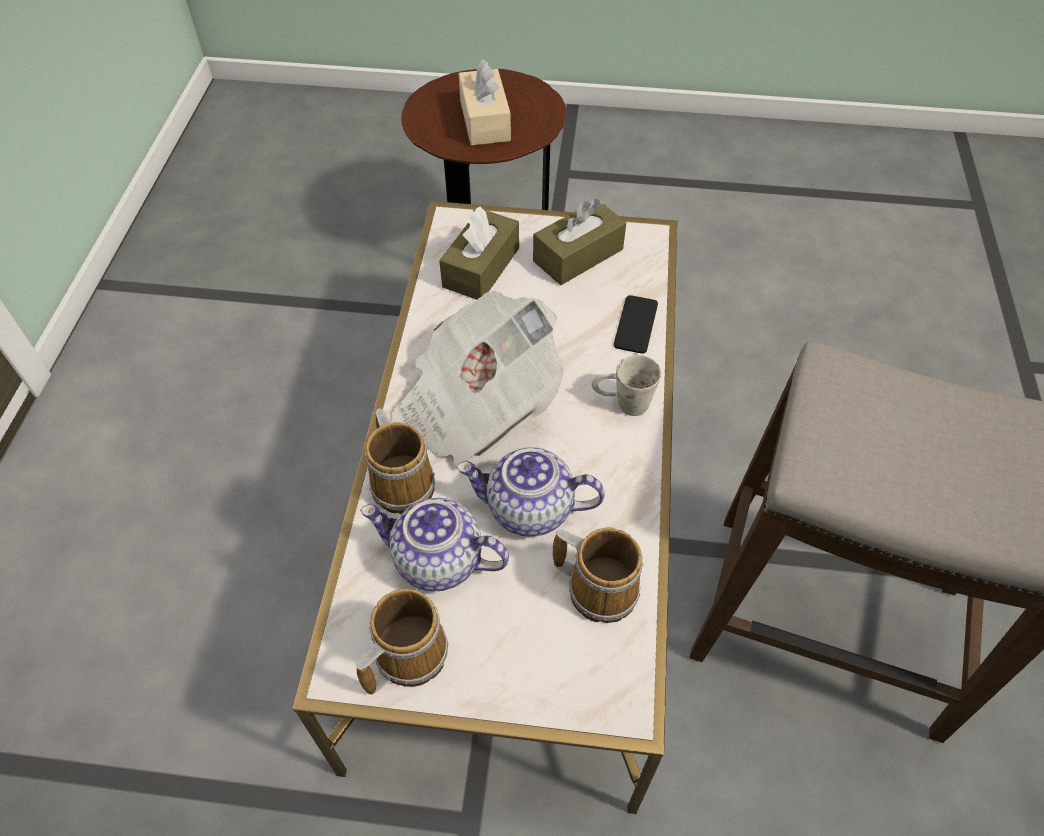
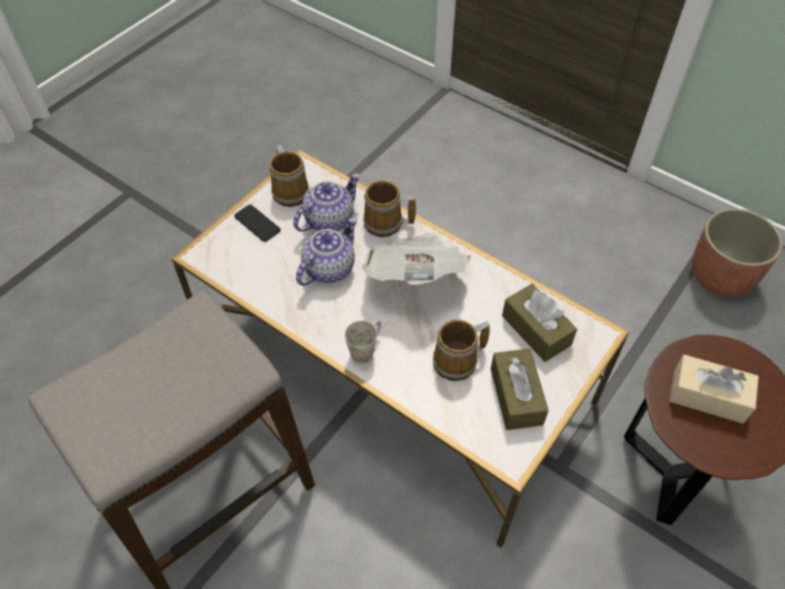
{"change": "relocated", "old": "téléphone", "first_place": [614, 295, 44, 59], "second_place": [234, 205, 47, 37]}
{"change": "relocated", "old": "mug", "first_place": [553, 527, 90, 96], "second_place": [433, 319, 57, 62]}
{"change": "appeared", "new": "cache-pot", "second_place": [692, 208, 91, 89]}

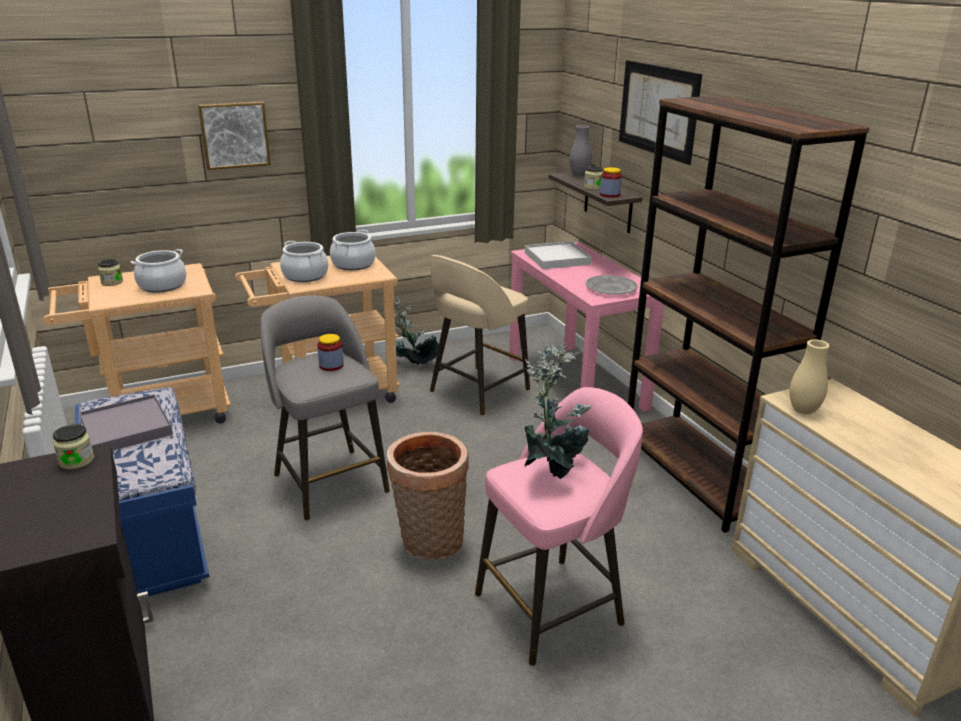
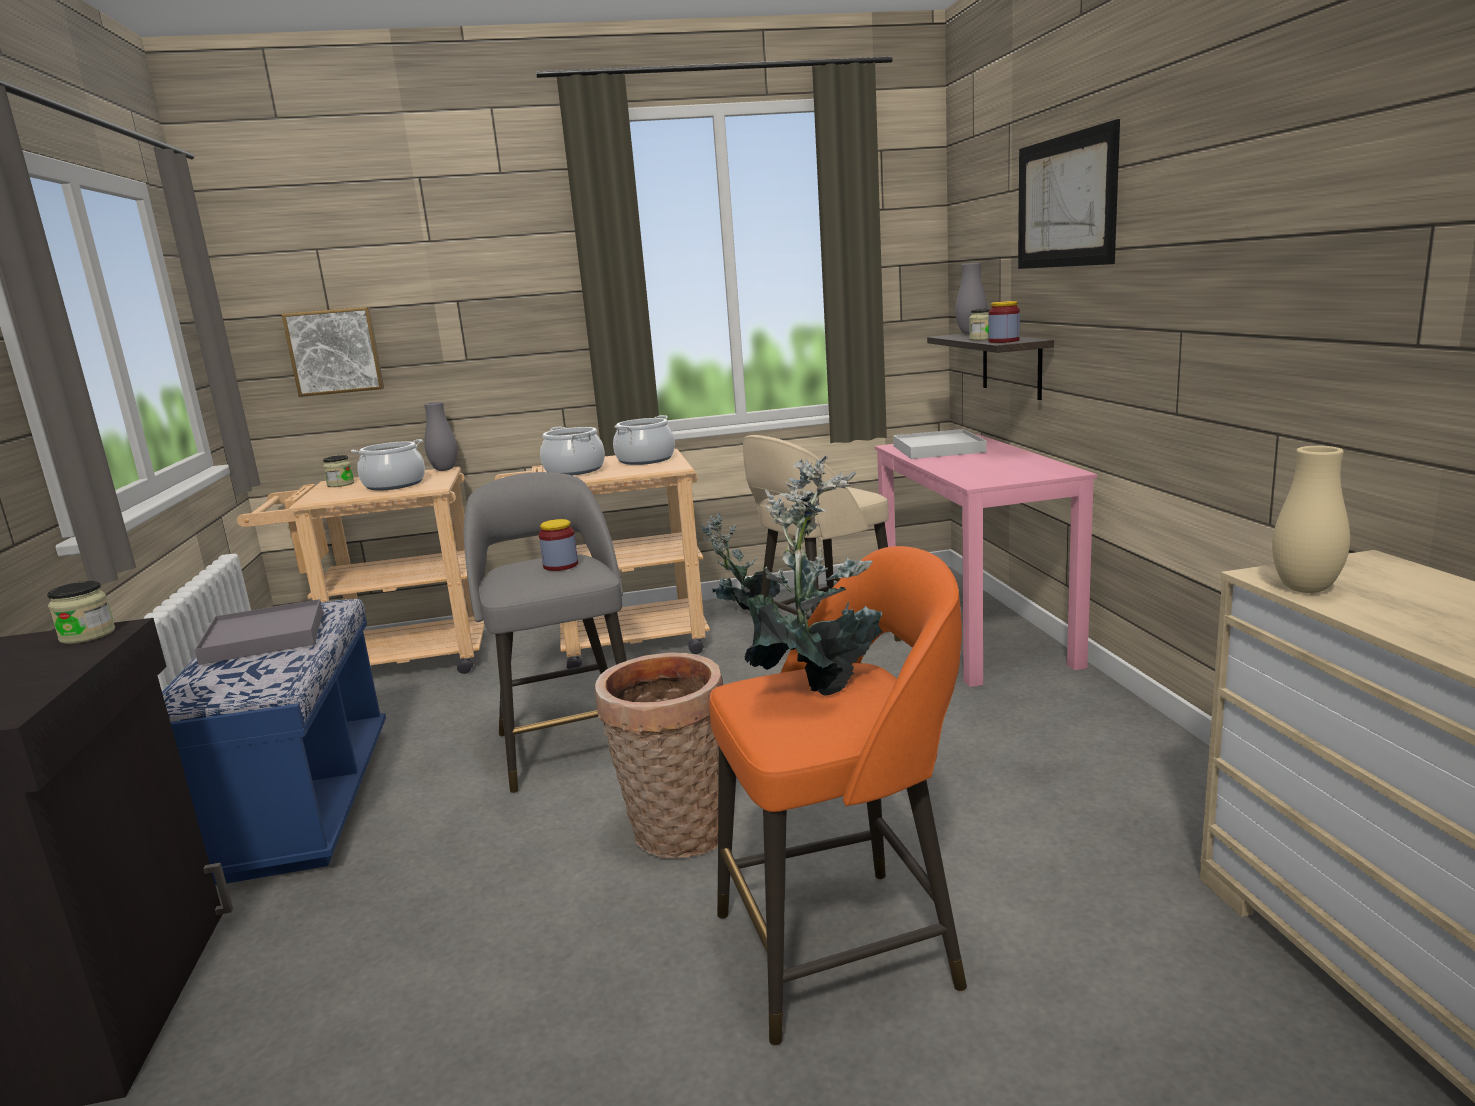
{"change": "missing", "old": "bibliothèque (marron)", "first_place": [628, 95, 242, 438]}
{"change": "relocated", "old": "tableau", "first_place": [198, 101, 73, 69], "second_place": [281, 307, 103, 90]}
{"change": "missing", "old": "assiette (gris)", "first_place": [586, 275, 51, 20]}
{"change": "colour", "old": "tabouret (rose)", "new": "tabouret (orange)", "first_place": [475, 387, 168, 279], "second_place": [709, 546, 258, 499]}
{"change": "appeared", "new": "vase (gris)", "second_place": [424, 402, 34, 69]}

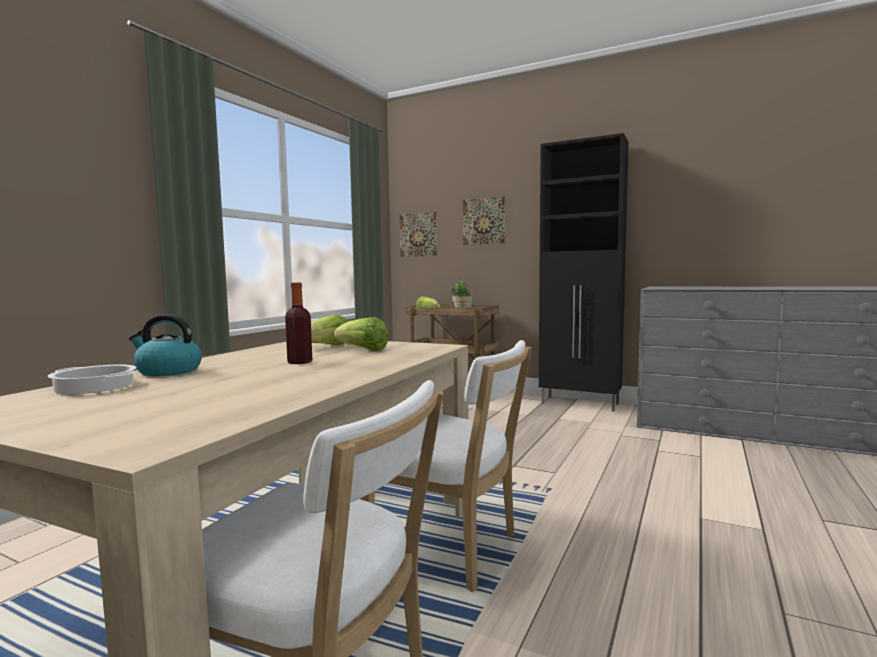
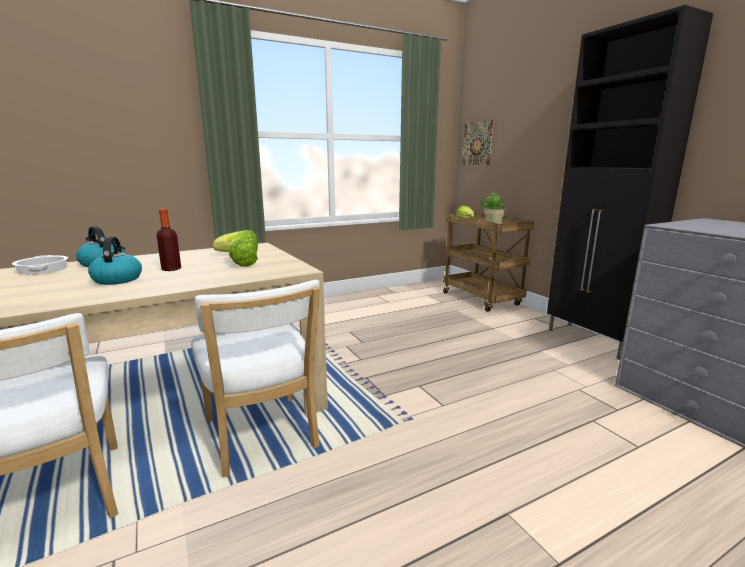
{"change": "missing", "old": "tableau", "first_place": [463, 197, 42, 48]}
{"change": "appeared", "new": "bouilloire", "second_place": [88, 236, 54, 49]}

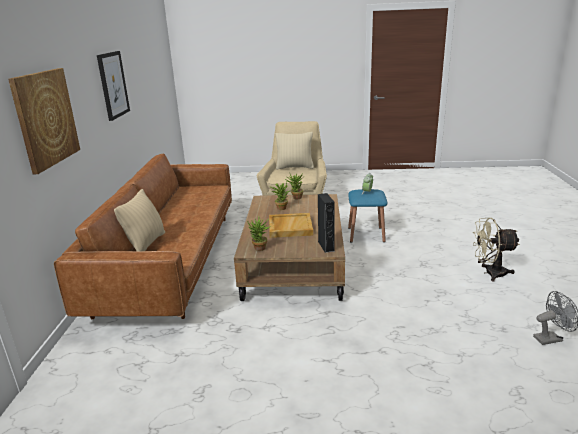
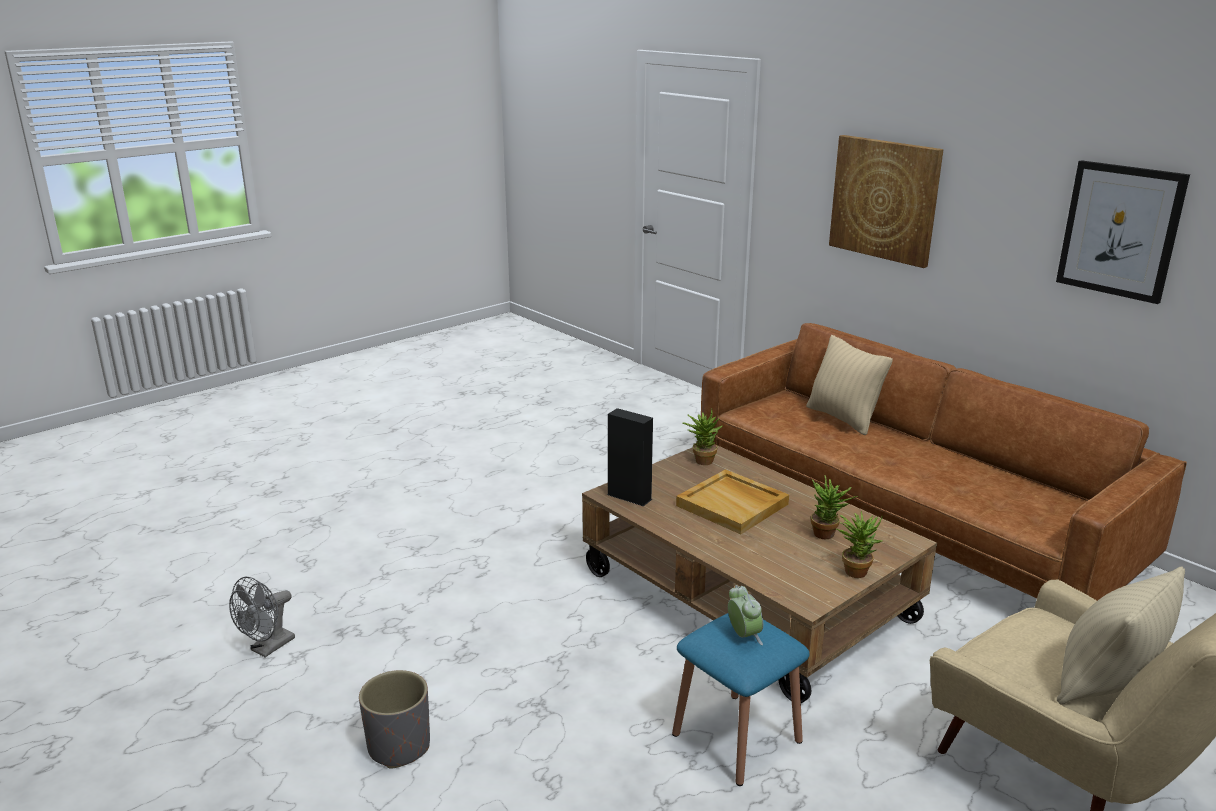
{"change": "exchanged", "old": "ventilateur (beige)", "new": "cache-pot (gris)", "first_place": [473, 218, 47, 64], "second_place": [359, 670, 71, 99]}

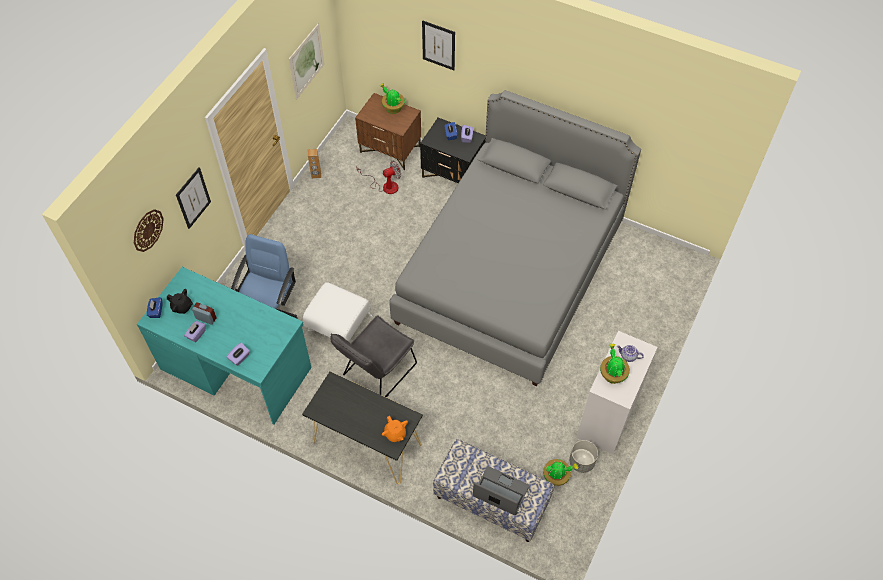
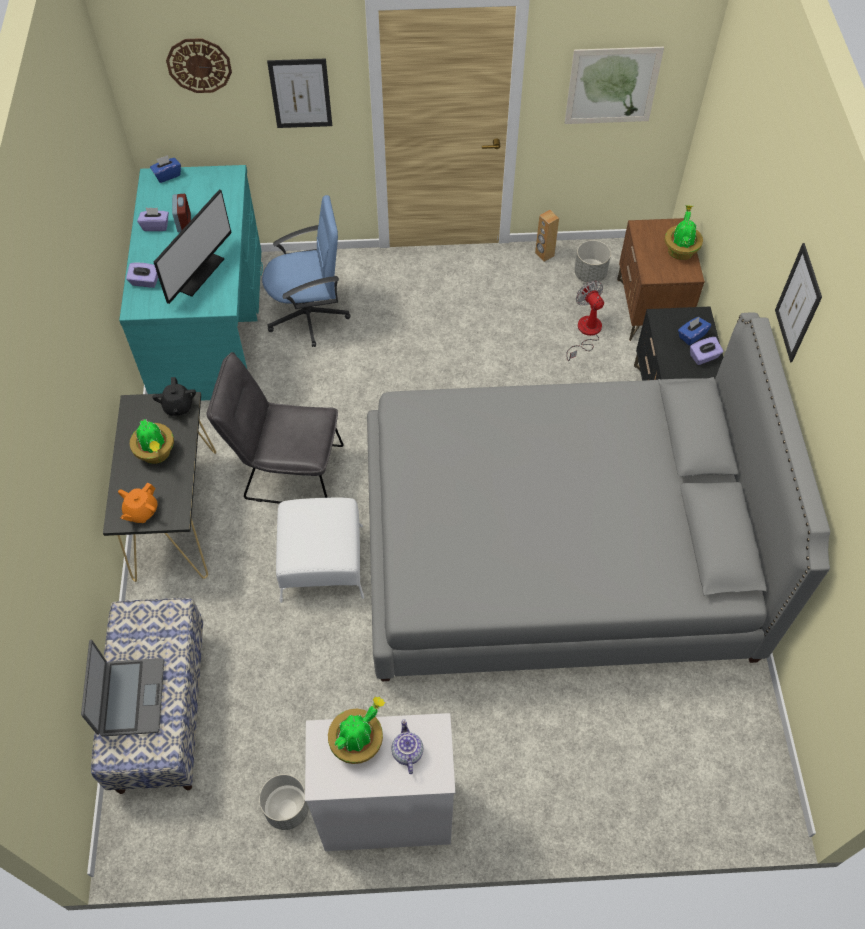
{"change": "relocated", "old": "tableau", "first_place": [422, 20, 33, 50], "second_place": [775, 243, 47, 119]}
{"change": "spun", "old": "ventilateur", "first_place": [356, 161, 45, 33], "second_place": [566, 281, 38, 80], "degrees": -150}
{"change": "relocated", "old": "pouf (blanc)", "first_place": [303, 282, 70, 60], "second_place": [276, 497, 88, 106]}
{"change": "relocated", "old": "théière (noir)", "first_place": [167, 289, 26, 25], "second_place": [152, 377, 44, 39]}
{"change": "relocated", "old": "plante en pot", "first_place": [543, 459, 35, 27], "second_place": [130, 419, 44, 45]}
{"change": "appeared", "new": "écran d'ordinateur", "second_place": [154, 189, 78, 115]}
{"change": "appeared", "new": "cache-pot (gris)", "second_place": [574, 240, 37, 43]}

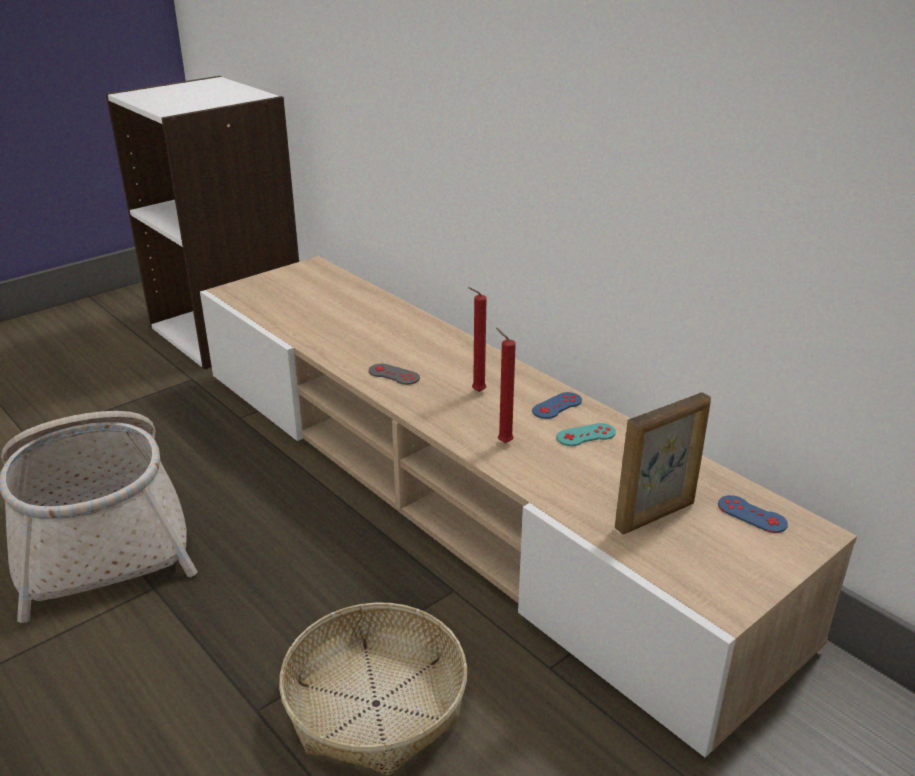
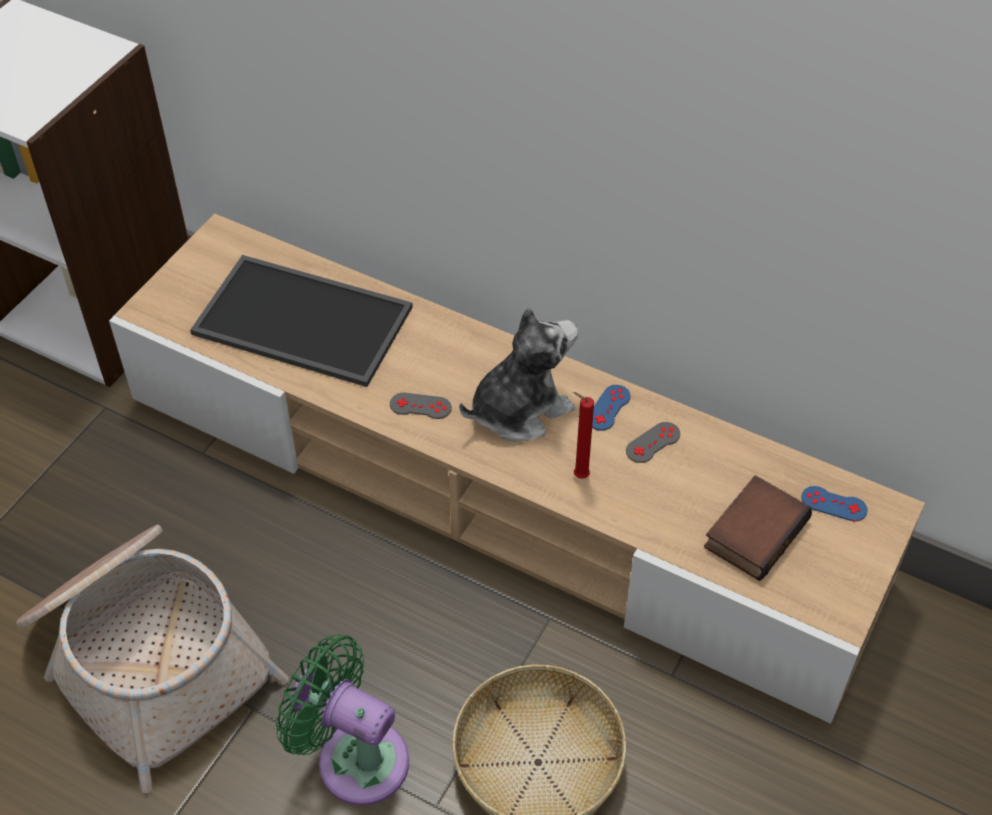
{"change": "exchanged", "old": "bougie (rouge)", "new": "peluche", "first_place": [468, 287, 19, 105], "second_place": [459, 307, 119, 135]}
{"change": "exchanged", "old": "cadre photo", "new": "livre", "first_place": [615, 392, 96, 142], "second_place": [704, 475, 108, 106]}
{"change": "colour", "old": "manette (turquoise)", "new": "manette (gris)", "first_place": [556, 423, 60, 23], "second_place": [626, 422, 54, 41]}
{"change": "appeared", "new": "plateau", "second_place": [190, 255, 223, 132]}
{"change": "appeared", "new": "ventilateur (vert)", "second_place": [276, 634, 133, 171]}

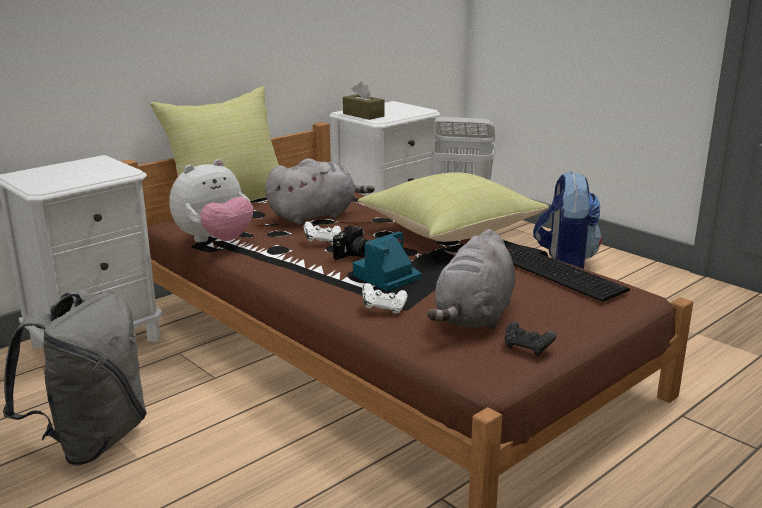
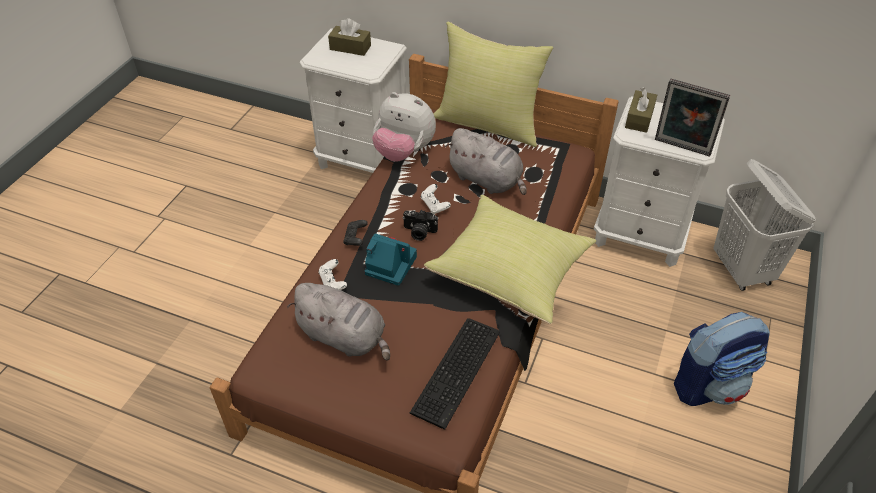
{"change": "spun", "old": "peluche (gris)", "first_place": [427, 229, 88, 101], "second_place": [287, 283, 103, 78], "degrees": -150}
{"change": "missing", "old": "sac à dos (gris)", "first_place": [3, 290, 144, 175]}
{"change": "relocated", "old": "manette (noir)", "first_place": [505, 321, 51, 35], "second_place": [343, 220, 25, 26]}
{"change": "appeared", "new": "boîte à mouchoirs (marron)", "second_place": [328, 18, 43, 38]}
{"change": "appeared", "new": "cadre photo", "second_place": [655, 78, 75, 78]}

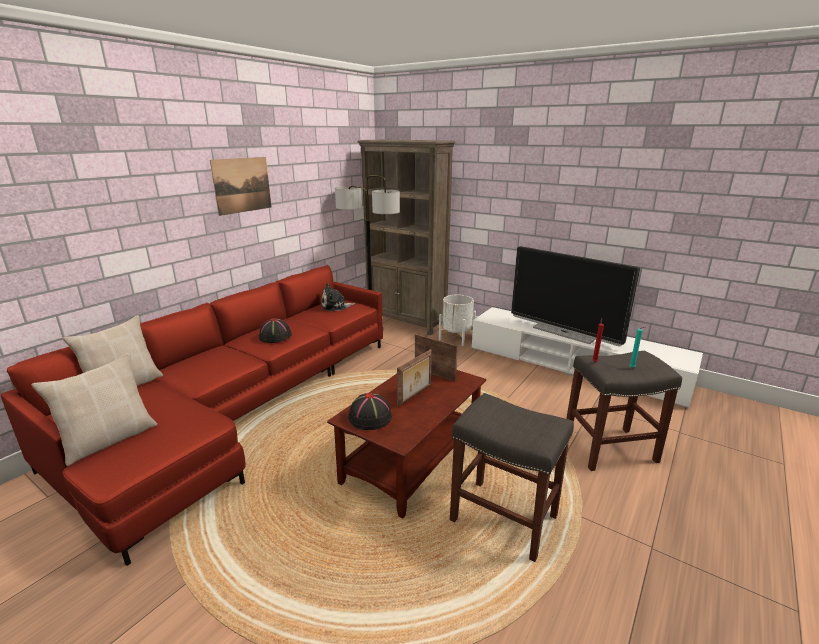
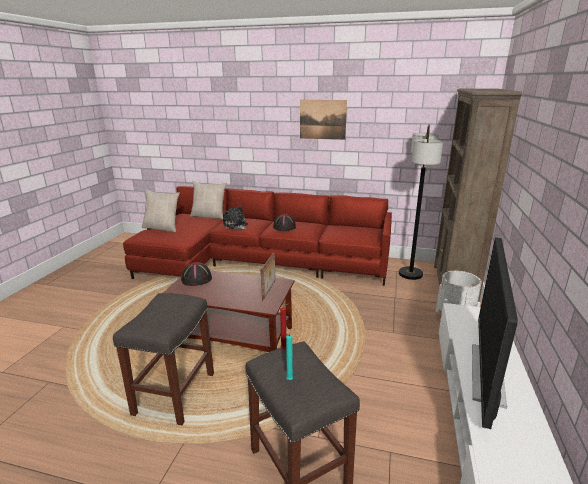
{"change": "relocated", "old": "peluche", "first_place": [322, 283, 33, 28], "second_place": [223, 206, 25, 24]}
{"change": "missing", "old": "cadre photo", "first_place": [397, 349, 35, 58]}

